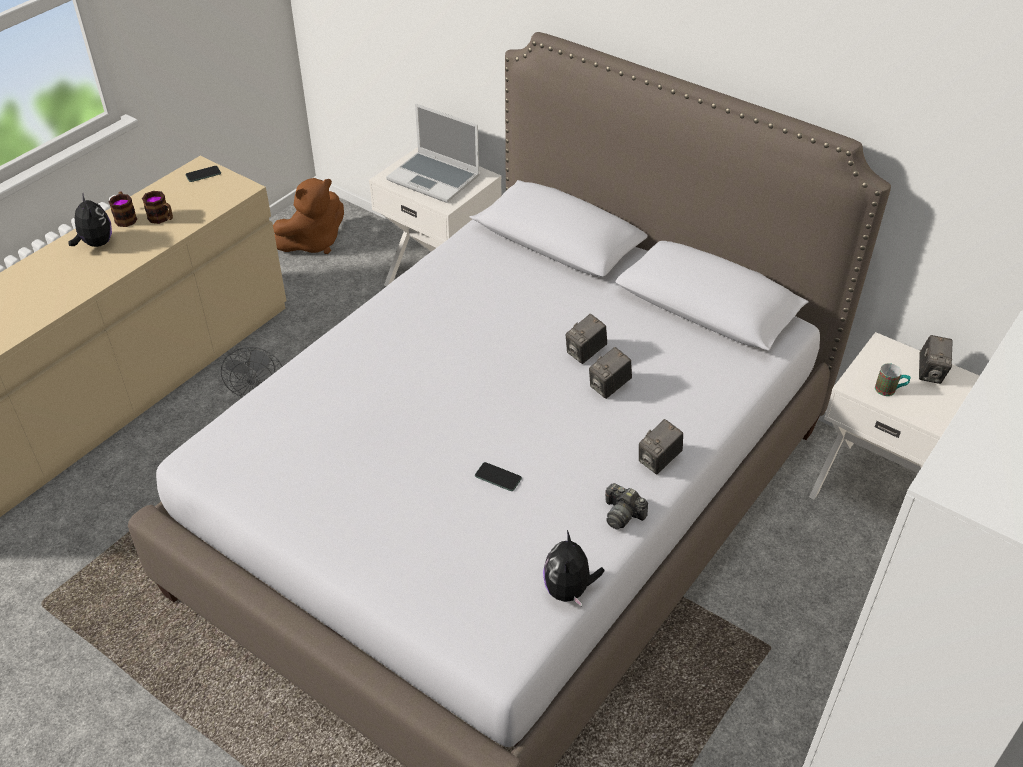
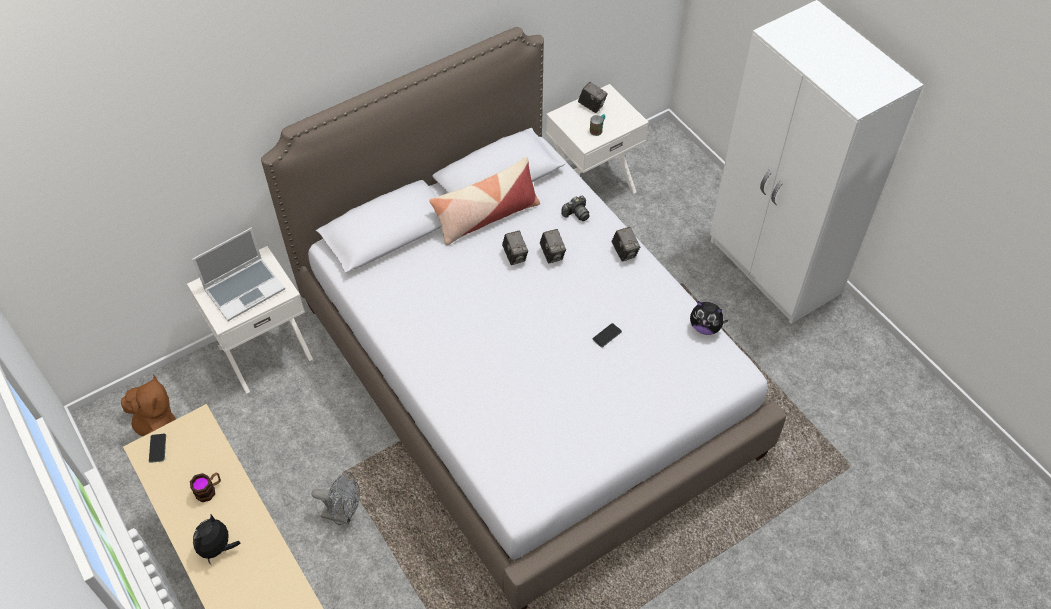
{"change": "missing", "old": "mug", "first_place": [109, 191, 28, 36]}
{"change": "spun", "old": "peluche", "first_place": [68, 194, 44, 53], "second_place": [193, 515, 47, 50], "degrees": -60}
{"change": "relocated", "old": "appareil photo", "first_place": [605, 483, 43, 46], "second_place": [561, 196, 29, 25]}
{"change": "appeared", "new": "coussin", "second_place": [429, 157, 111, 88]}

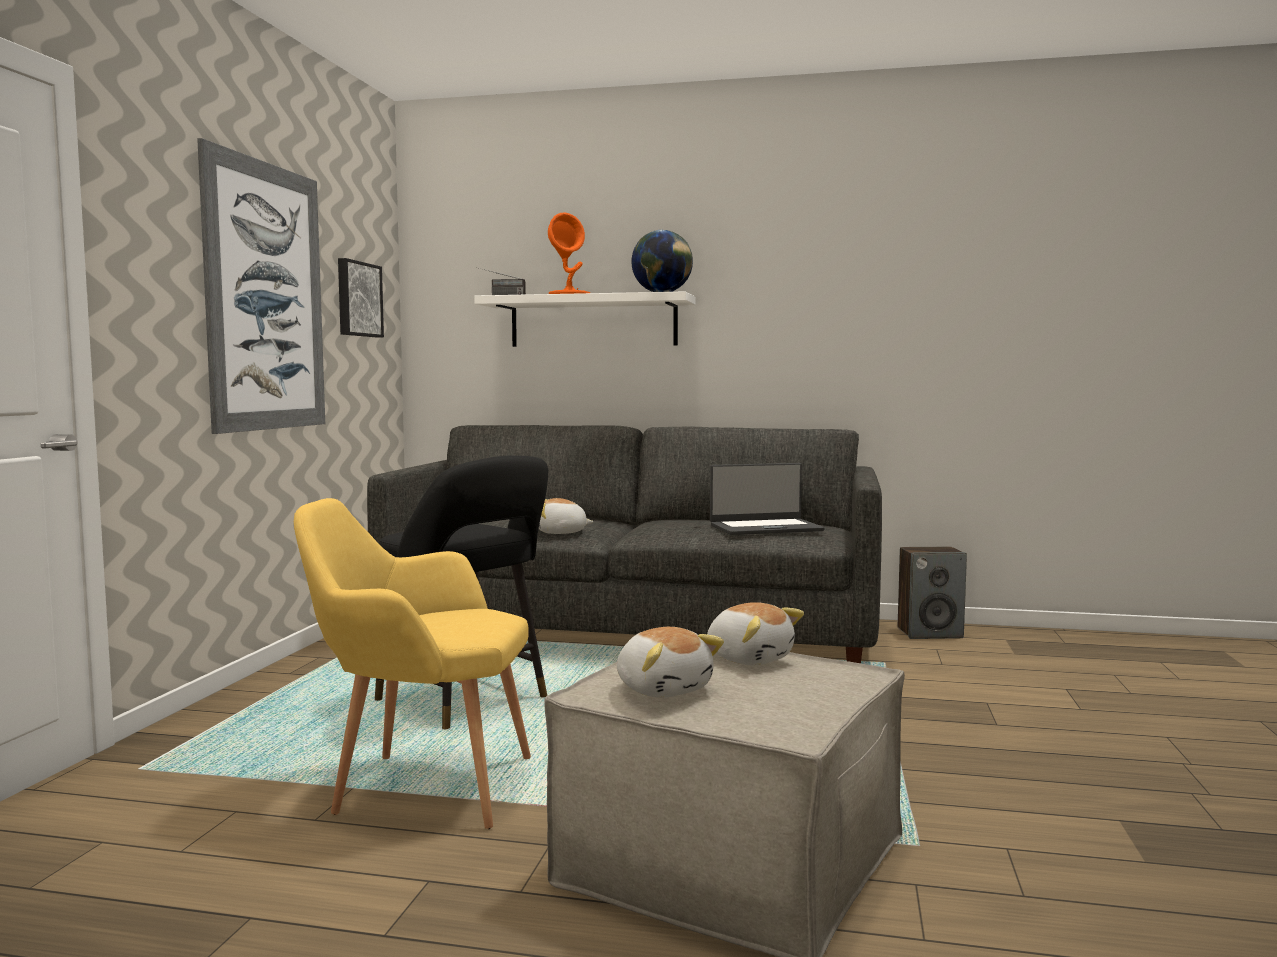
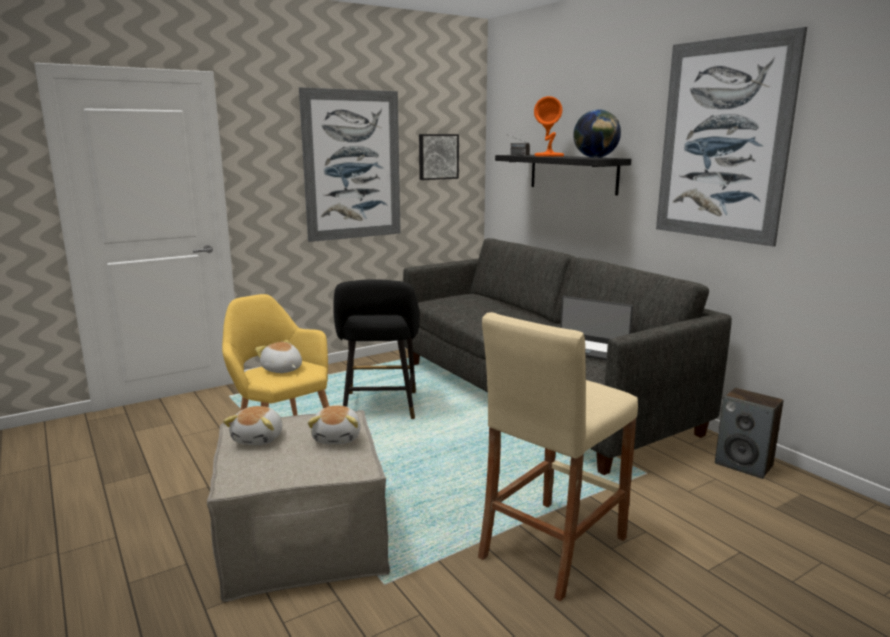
{"change": "colour", "old": "étagère (blanc)", "new": "étagère (noir)", "first_place": [474, 291, 222, 56], "second_place": [495, 155, 136, 41]}
{"change": "relocated", "old": "peluche", "first_place": [539, 498, 55, 36], "second_place": [255, 340, 47, 33]}
{"change": "appeared", "new": "tableau", "second_place": [656, 27, 151, 220]}
{"change": "appeared", "new": "tabouret (beige)", "second_place": [478, 312, 160, 289]}

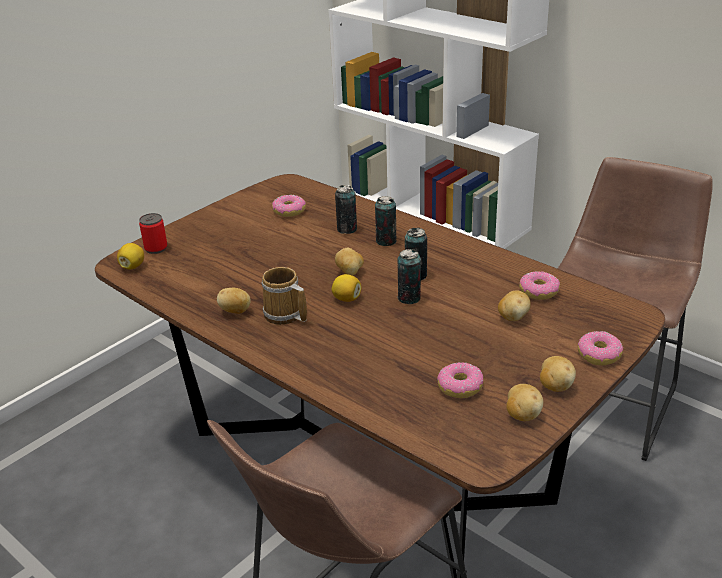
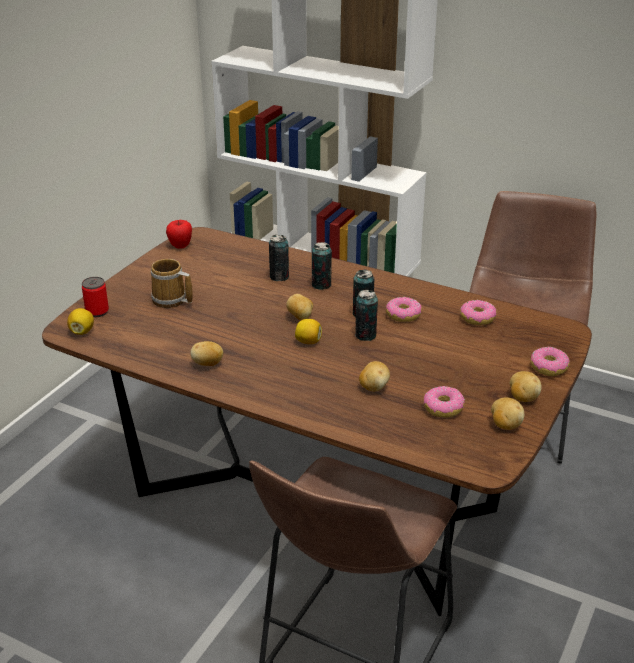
{"change": "relocated", "old": "beignet", "first_place": [272, 195, 34, 22], "second_place": [386, 297, 36, 25]}
{"change": "relocated", "old": "mug", "first_place": [261, 267, 46, 58], "second_place": [151, 259, 42, 49]}
{"change": "relocated", "old": "pomme de terre", "first_place": [498, 290, 33, 31], "second_place": [359, 361, 31, 30]}
{"change": "appeared", "new": "pomme", "second_place": [166, 220, 26, 29]}

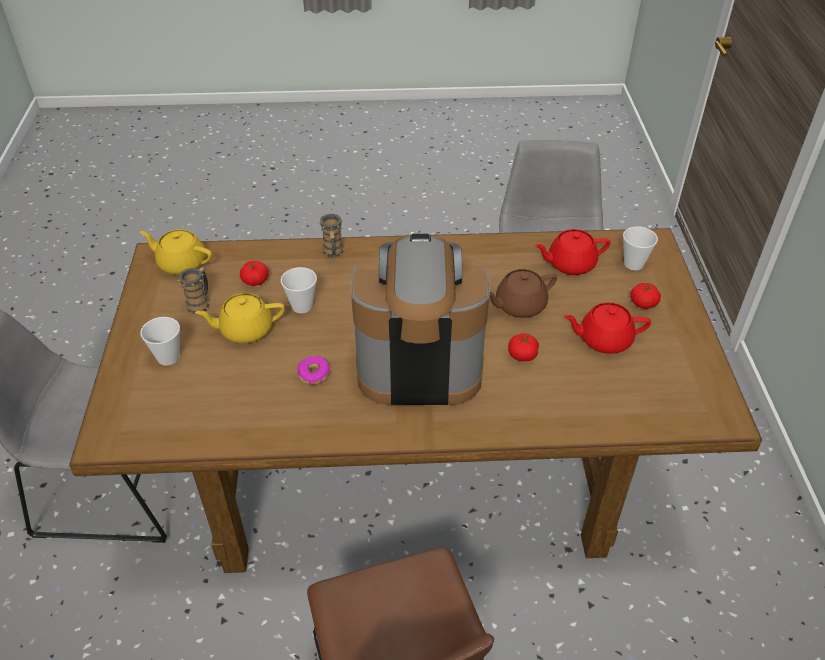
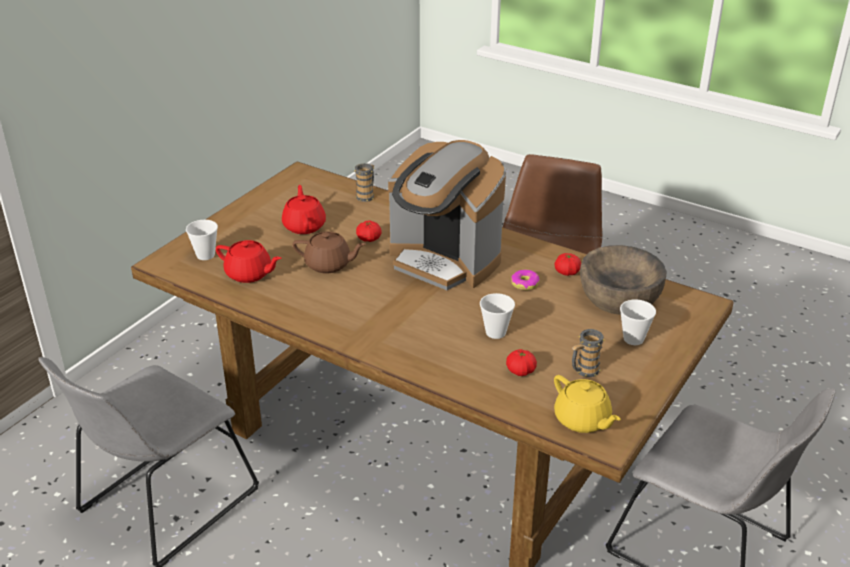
{"change": "relocated", "old": "mug", "first_place": [319, 214, 26, 44], "second_place": [354, 163, 21, 39]}
{"change": "relocated", "old": "tomate", "first_place": [630, 283, 31, 26], "second_place": [554, 253, 27, 23]}
{"change": "missing", "old": "théière (jaune)", "first_place": [195, 293, 90, 50]}
{"change": "spun", "old": "théière (rouge)", "first_place": [564, 302, 87, 52], "second_place": [282, 185, 44, 49], "degrees": -135}
{"change": "appeared", "new": "bol (marron)", "second_place": [580, 245, 87, 70]}

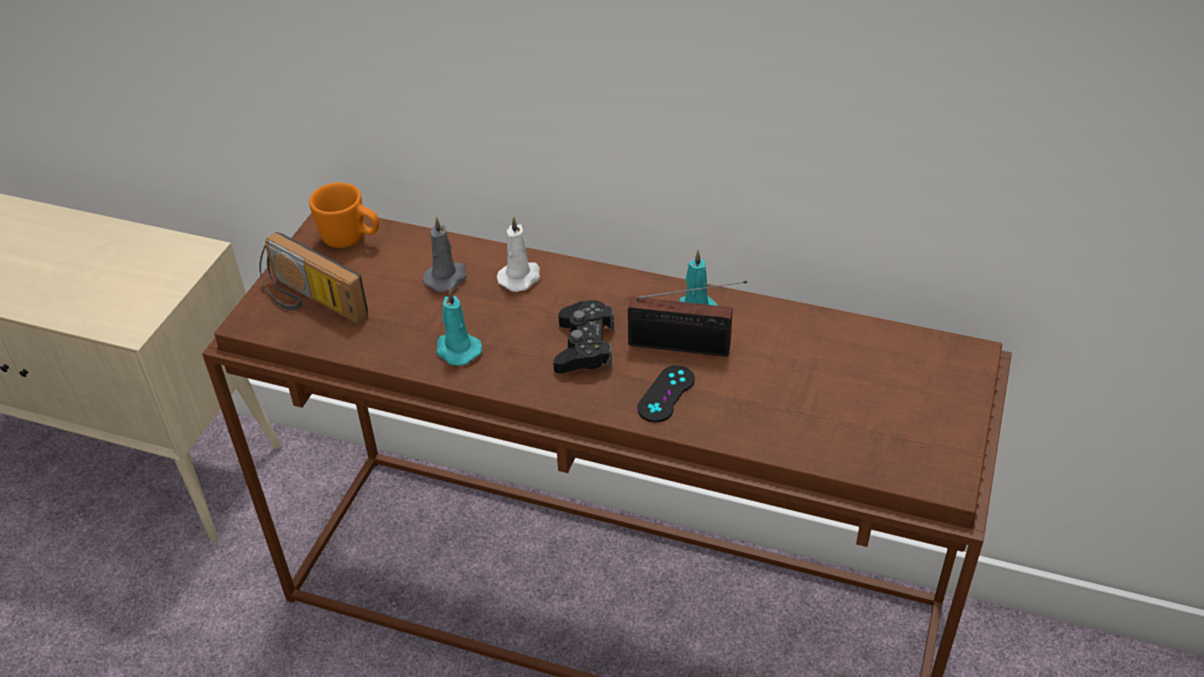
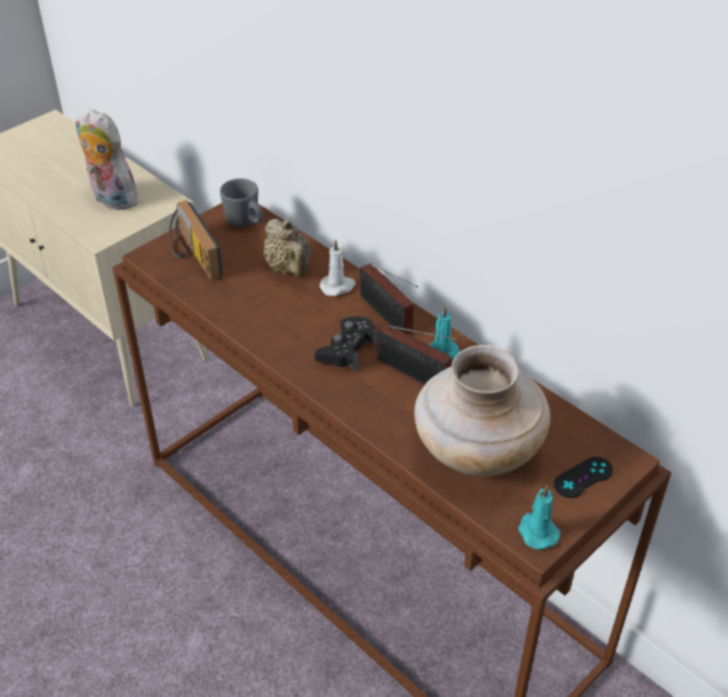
{"change": "colour", "old": "mug (orange)", "new": "mug (gris)", "first_place": [309, 183, 70, 65], "second_place": [220, 178, 43, 49]}
{"change": "exchanged", "old": "bougie (gris)", "new": "théière (beige)", "first_place": [423, 217, 44, 75], "second_place": [263, 219, 48, 59]}
{"change": "relocated", "old": "bougie (turquoise)", "first_place": [436, 288, 46, 78], "second_place": [518, 485, 42, 65]}
{"change": "relocated", "old": "manette (noir)", "first_place": [637, 365, 58, 57], "second_place": [554, 457, 59, 41]}
{"change": "appeared", "new": "peluche", "second_place": [75, 109, 67, 101]}
{"change": "appeared", "new": "radio", "second_place": [360, 263, 58, 71]}
{"change": "appeared", "new": "vase (beige)", "second_place": [414, 345, 137, 131]}

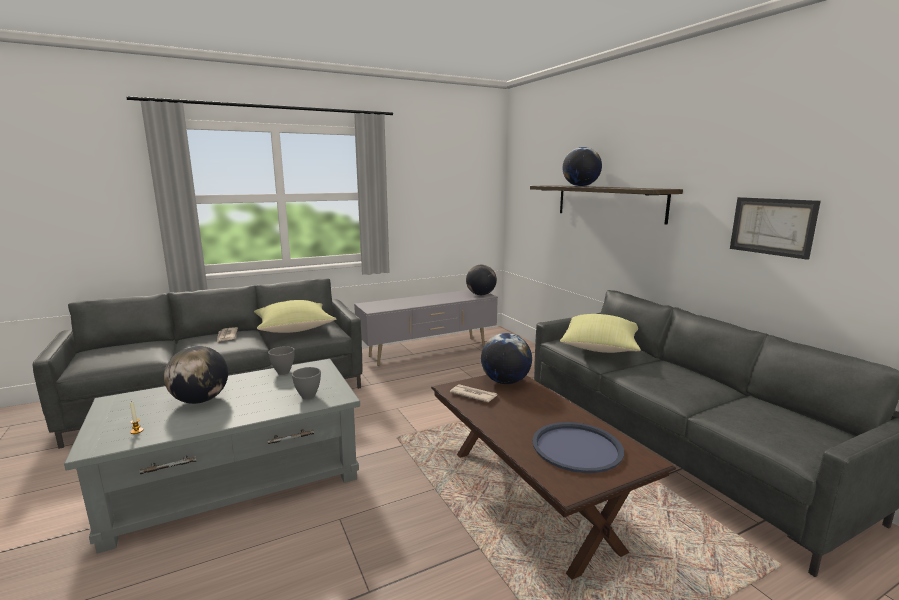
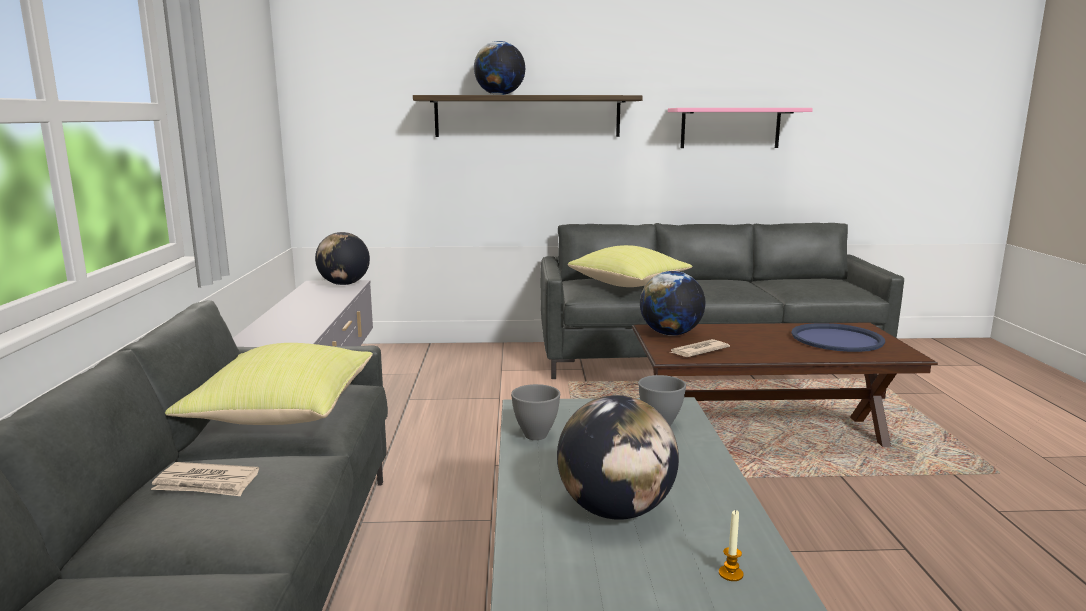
{"change": "exchanged", "old": "tableau", "new": "étagère (rose)", "first_place": [730, 197, 91, 63], "second_place": [668, 108, 145, 40]}

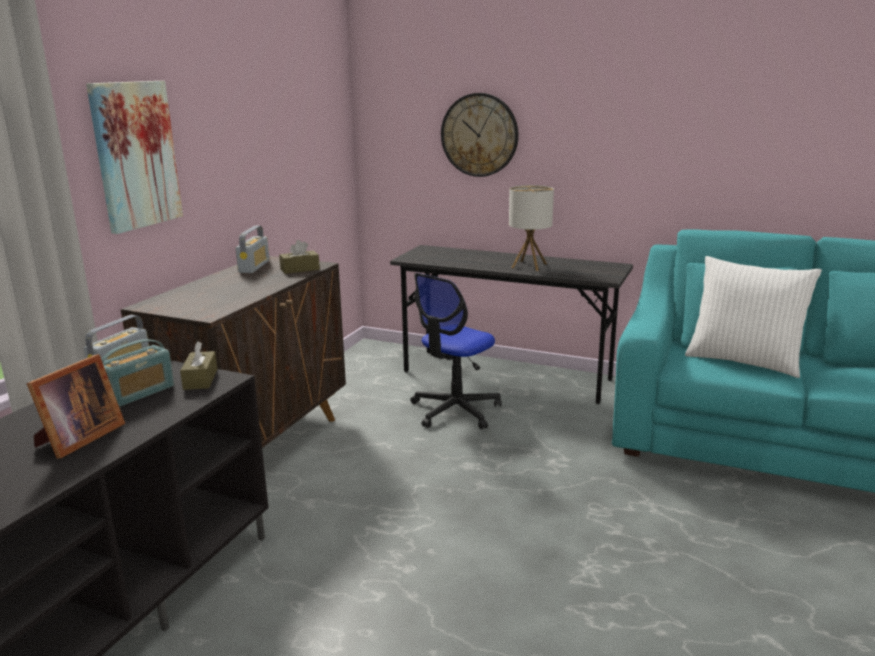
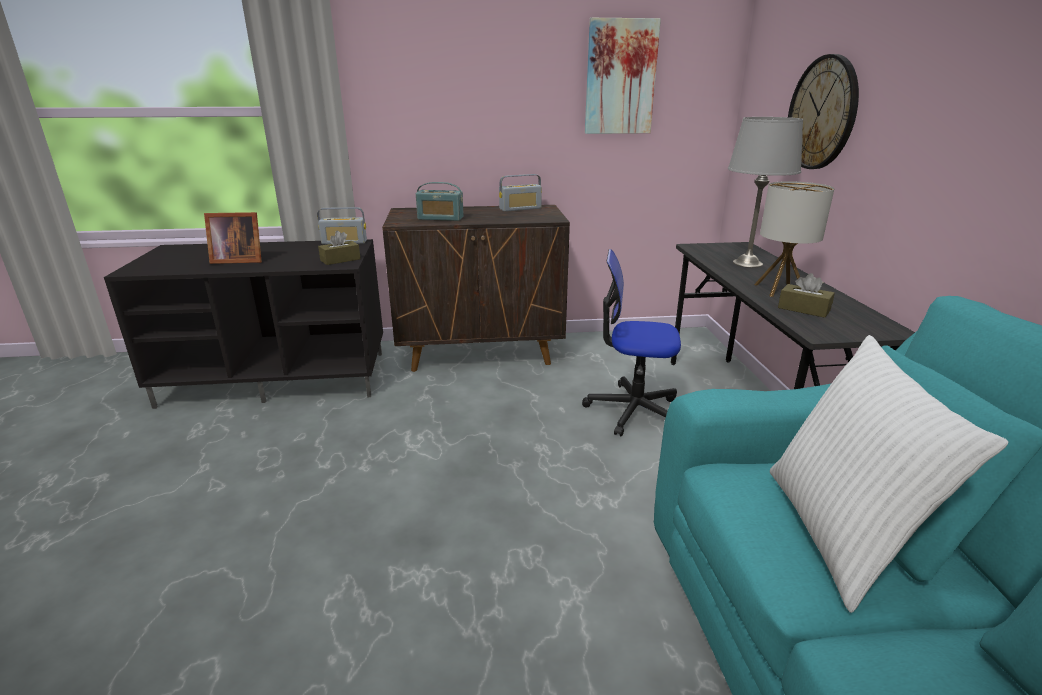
{"change": "relocated", "old": "tableau", "first_place": [86, 81, 97, 153], "second_place": [585, 18, 76, 116]}
{"change": "relocated", "old": "boîte à mouchoirs (marron)", "first_place": [279, 240, 41, 34], "second_place": [778, 273, 57, 45]}
{"change": "relocated", "old": "radio", "first_place": [101, 339, 73, 68], "second_place": [416, 182, 48, 39]}
{"change": "appeared", "new": "lampe de table (gris)", "second_place": [728, 117, 75, 151]}

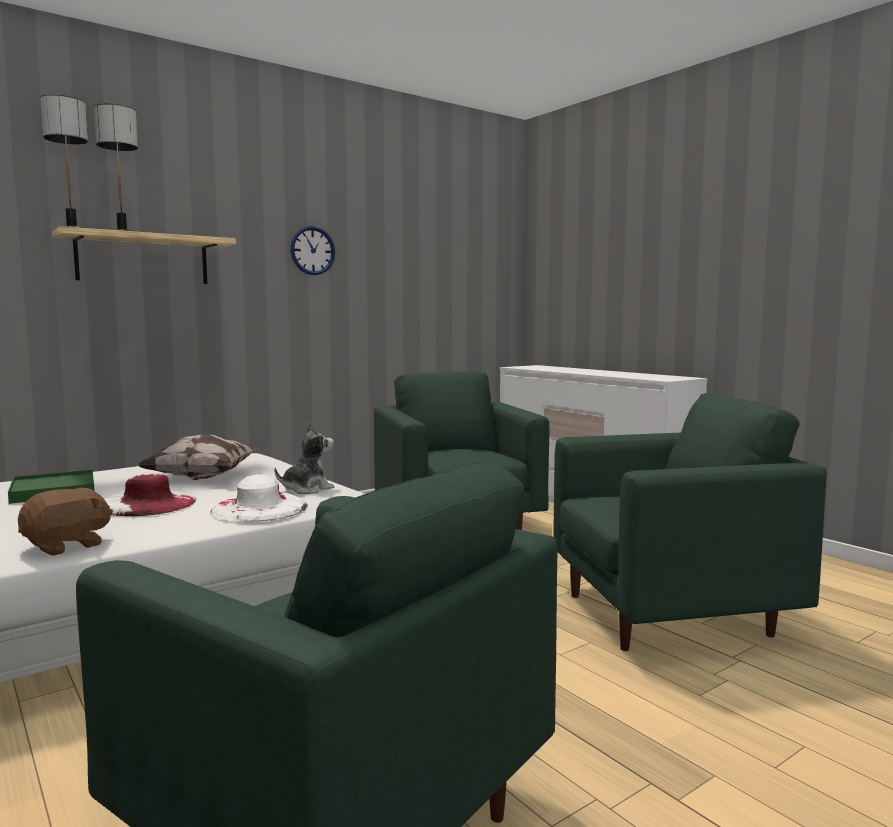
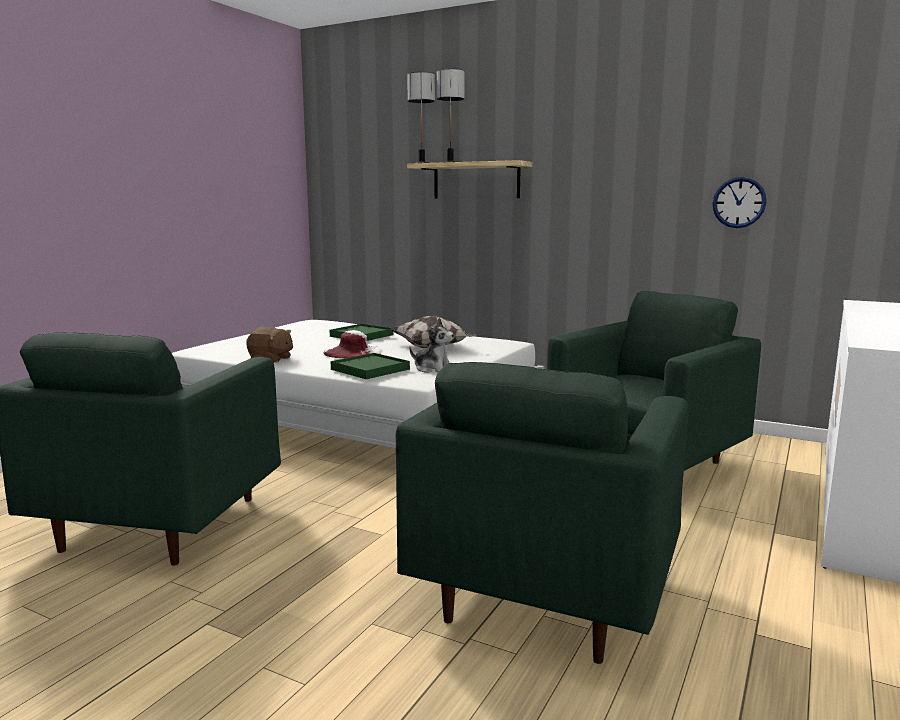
{"change": "relocated", "old": "horloge murale", "first_place": [290, 226, 45, 49], "second_place": [713, 177, 53, 51]}
{"change": "spun", "old": "fauteuil (vert)", "first_place": [553, 393, 274, 258], "second_place": [396, 362, 293, 302], "degrees": 60}
{"change": "exchanged", "old": "chapeau (blanc)", "new": "plateau (vert)", "first_place": [210, 474, 98, 48], "second_place": [331, 353, 79, 26]}

